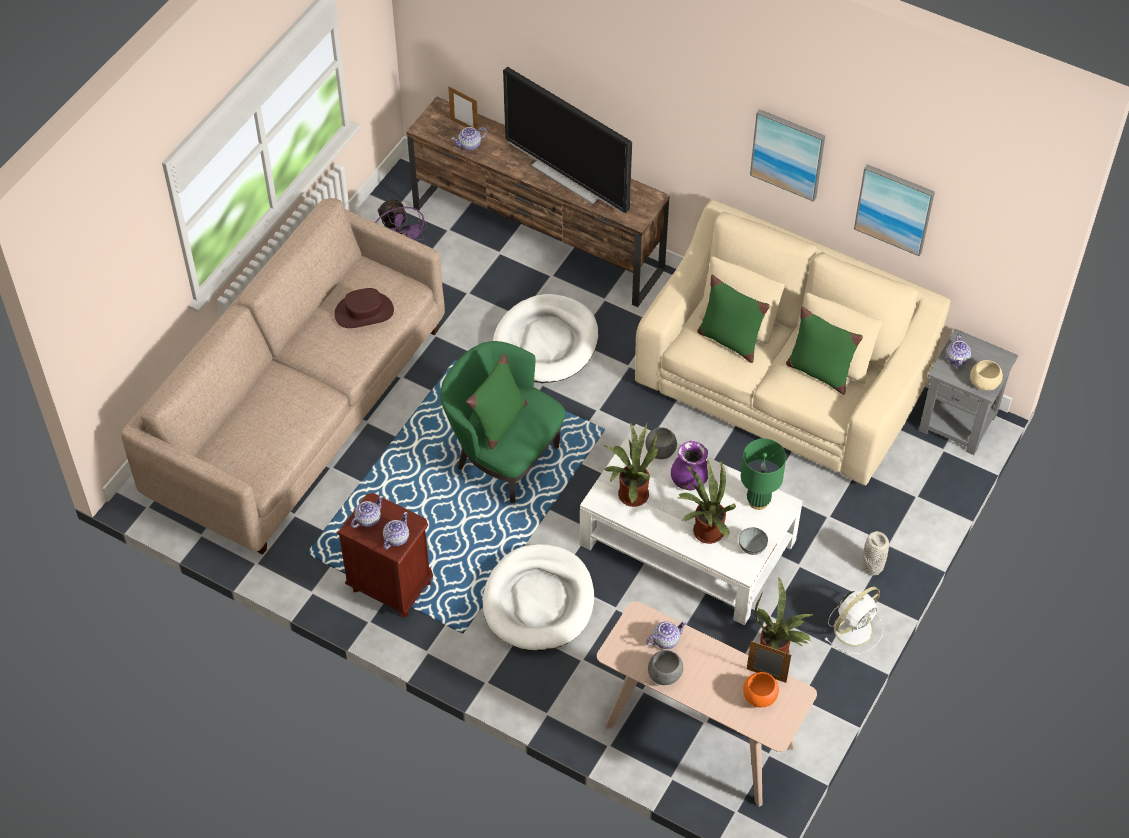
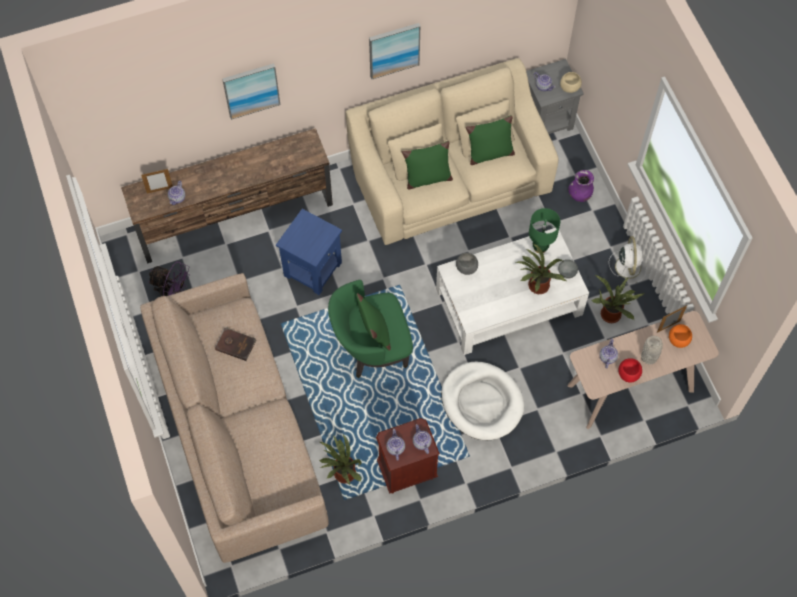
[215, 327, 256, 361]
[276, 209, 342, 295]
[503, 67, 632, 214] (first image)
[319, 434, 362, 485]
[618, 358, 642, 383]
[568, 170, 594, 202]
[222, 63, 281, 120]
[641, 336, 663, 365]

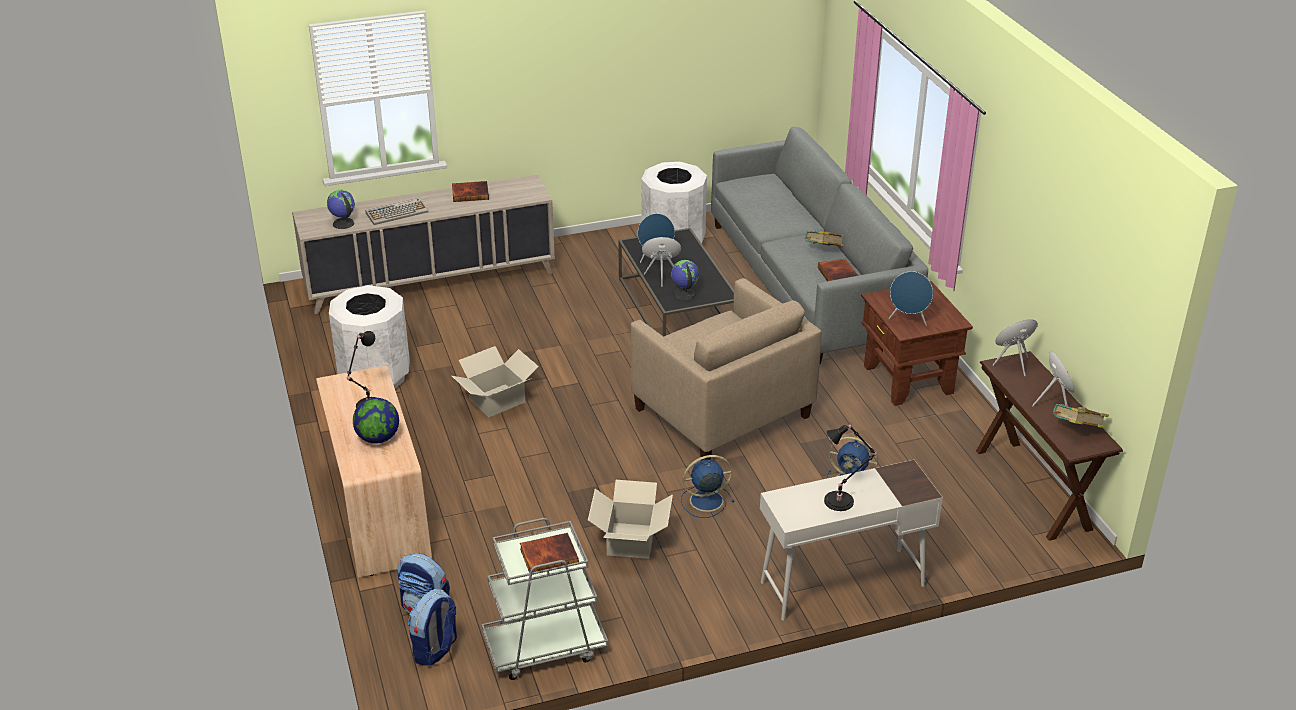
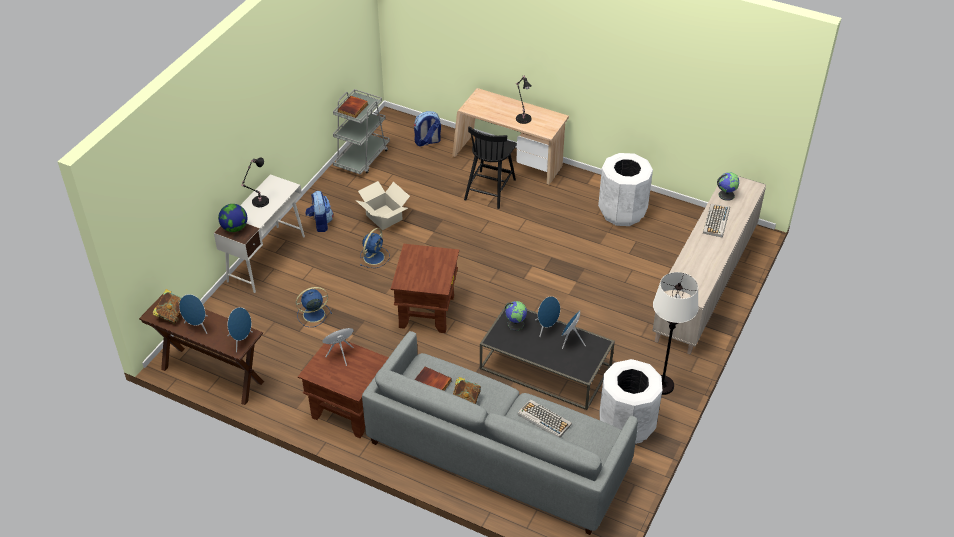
[218, 204, 247, 232]
[305, 191, 333, 232]
[452, 181, 489, 202] (first image)
[452, 346, 539, 417] (first image)
[391, 244, 459, 333]
[464, 126, 517, 209]
[518, 399, 572, 437]
[653, 272, 699, 395]

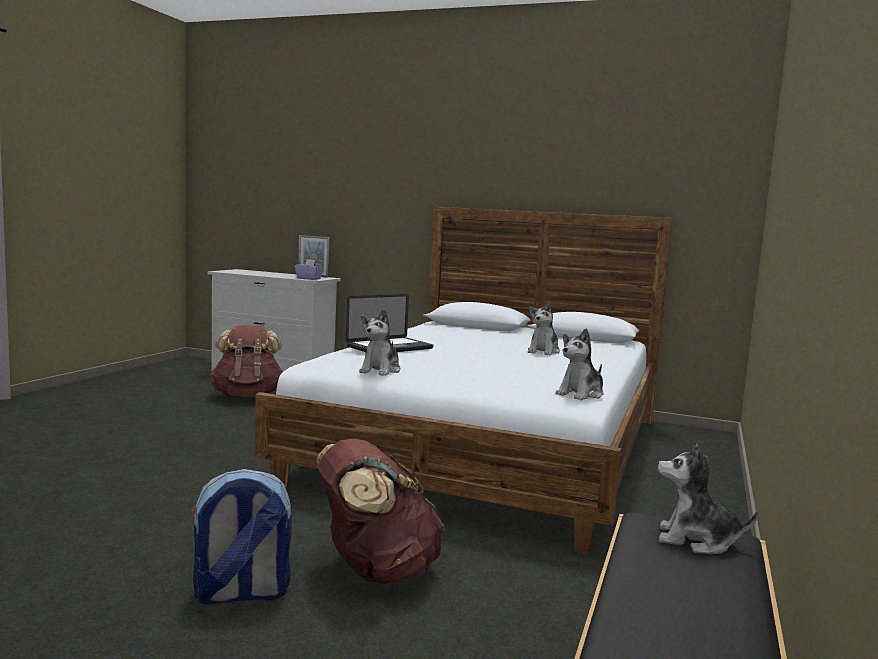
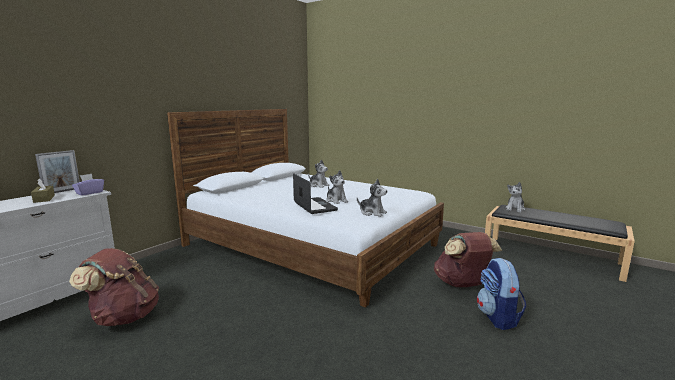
[326, 170, 348, 204]
[31, 179, 55, 203]

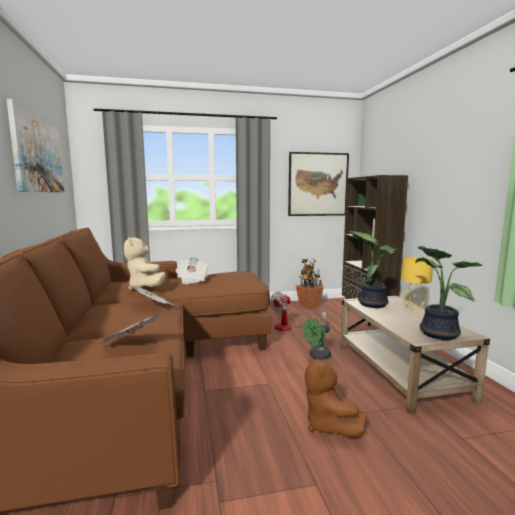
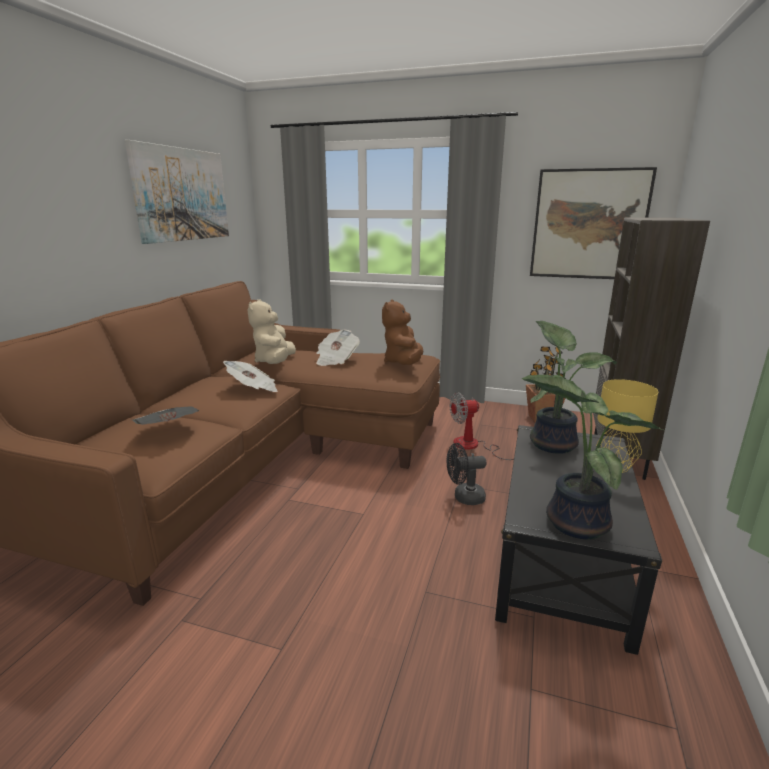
[447, 443, 486, 505]
[382, 300, 423, 365]
[495, 425, 662, 655]

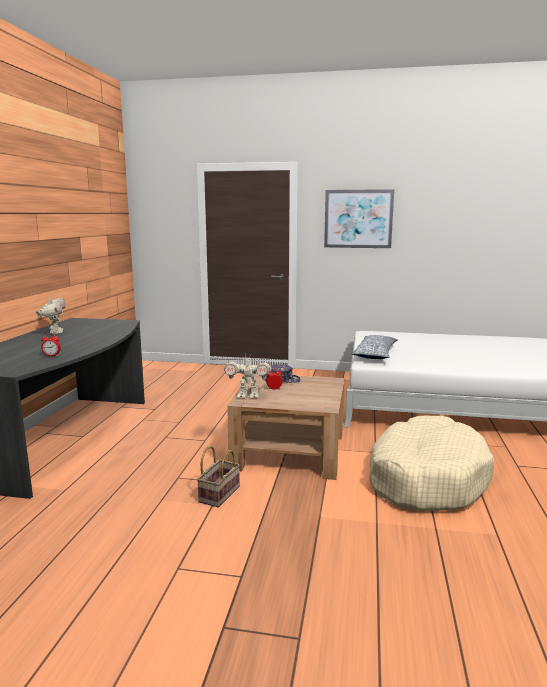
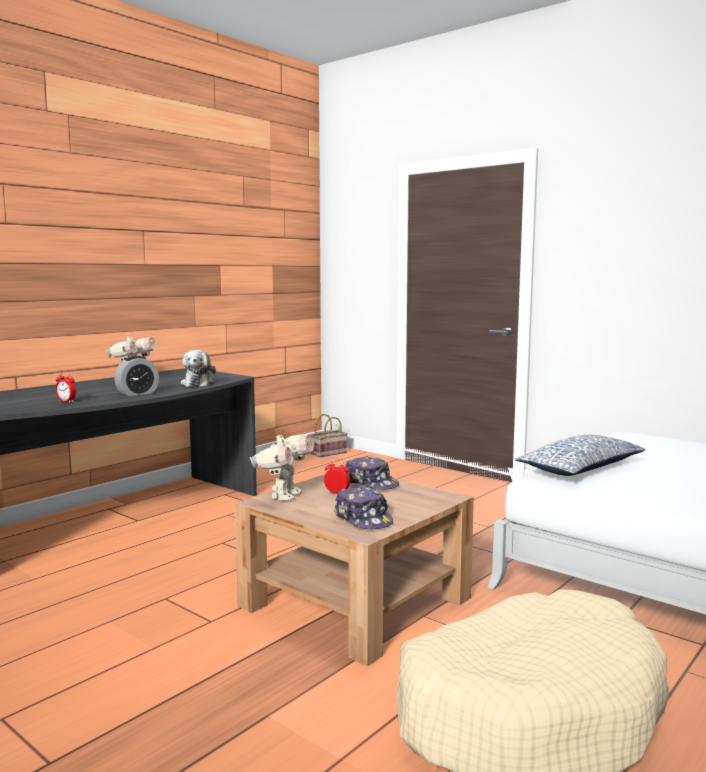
[310, 414, 348, 457]
[249, 428, 314, 500]
[324, 189, 394, 248] (first image)
[114, 356, 159, 396]
[181, 350, 216, 387]
[334, 486, 393, 529]

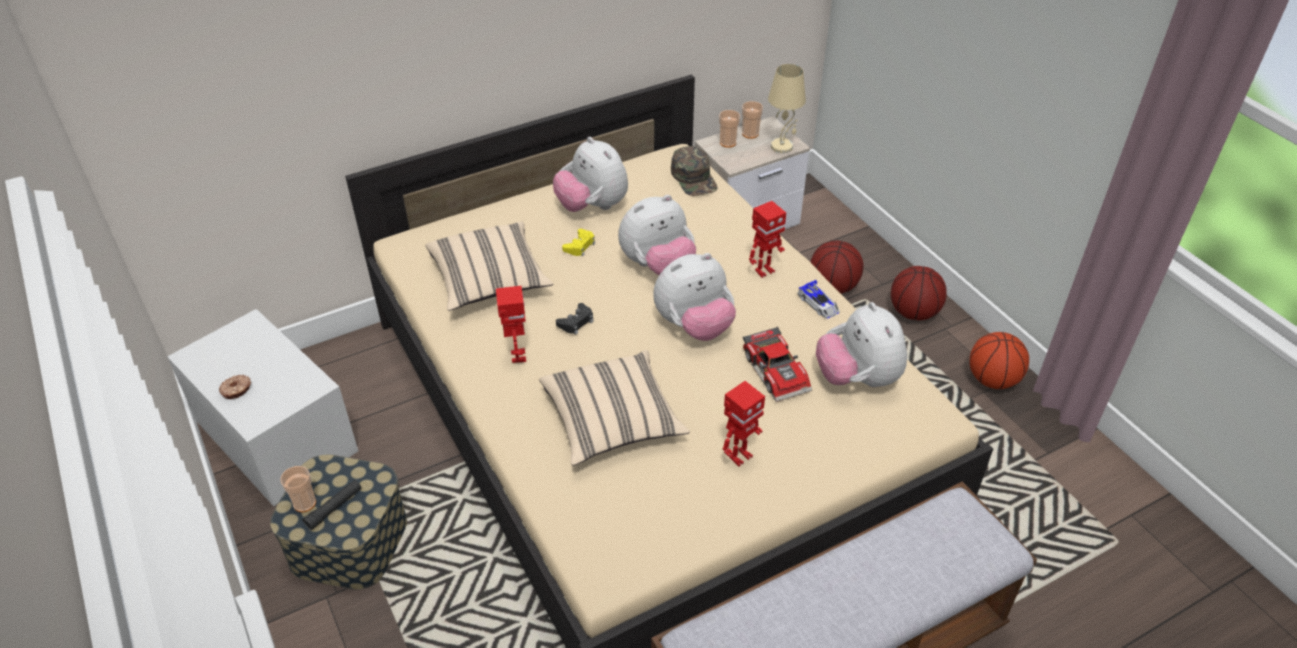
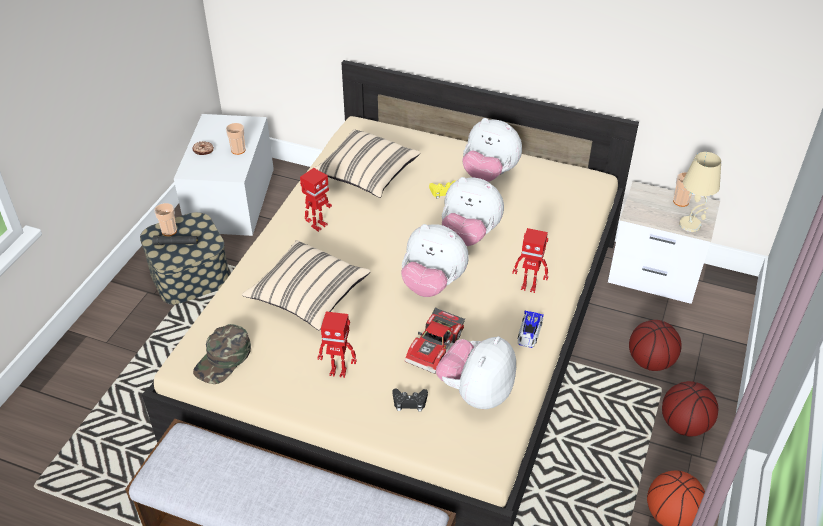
[462, 118, 522, 182]
[392, 388, 428, 412]
[193, 324, 251, 384]
[226, 123, 246, 155]

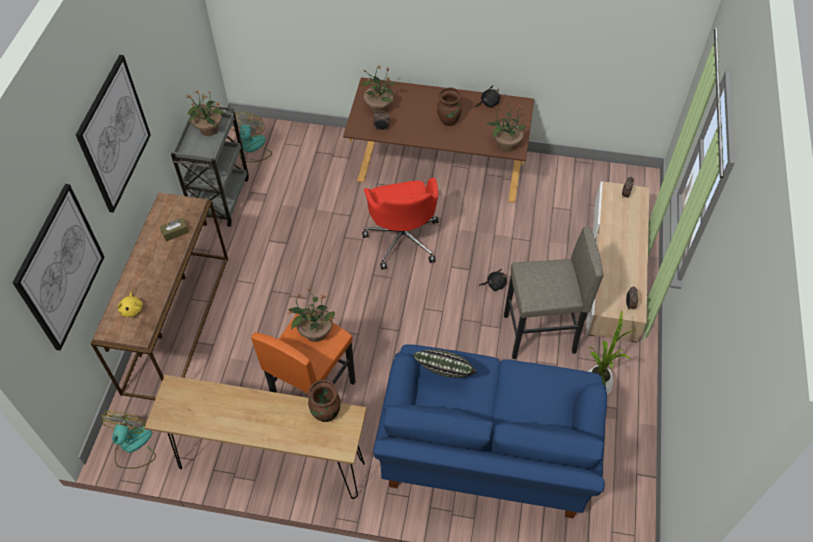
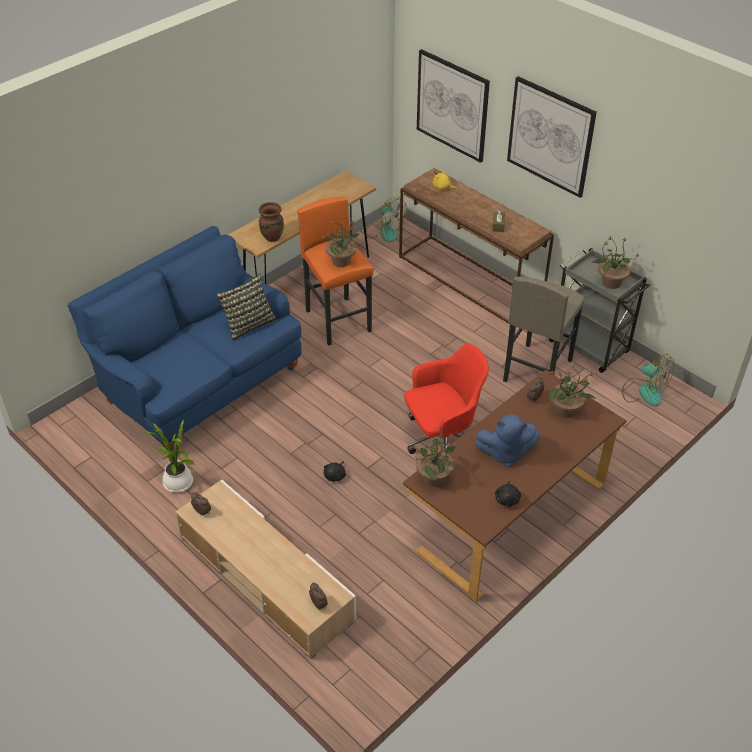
[404, 343, 489, 454]
[475, 415, 541, 467]
[503, 277, 585, 382]

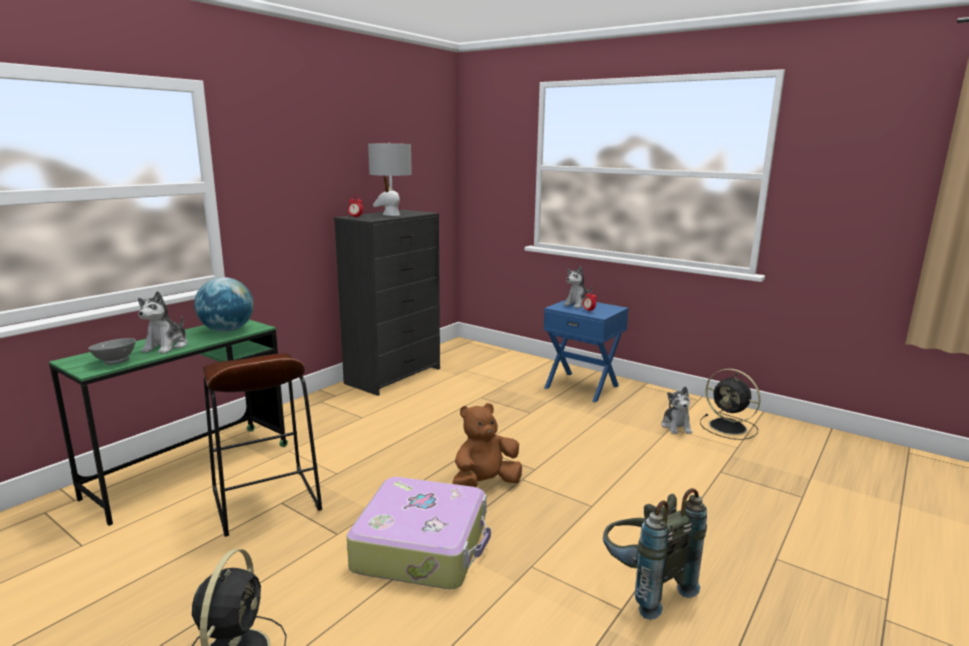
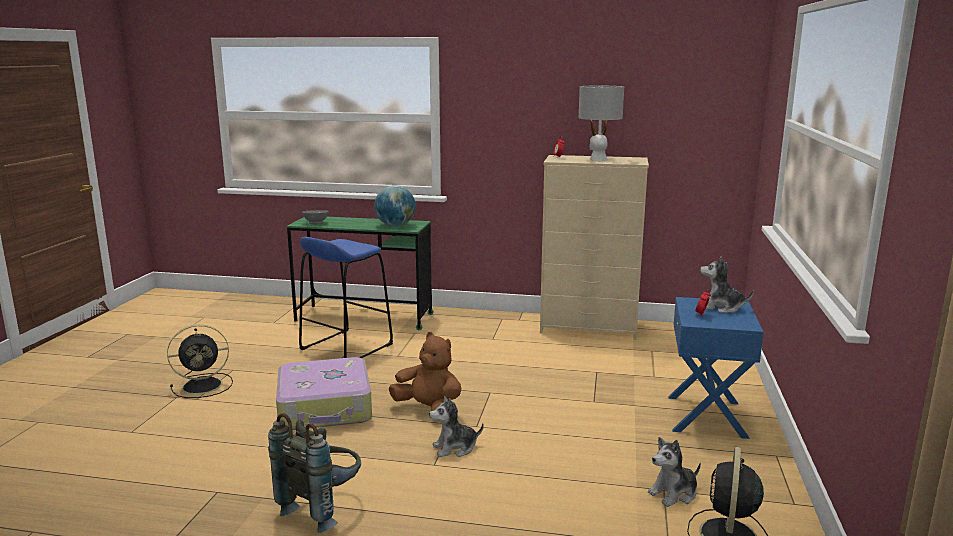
[429, 396, 484, 457]
[299, 237, 393, 358]
[540, 155, 649, 340]

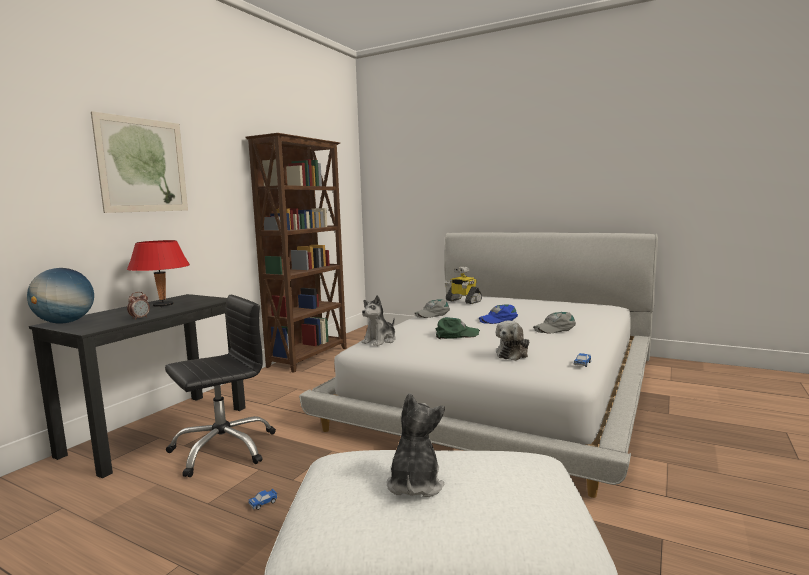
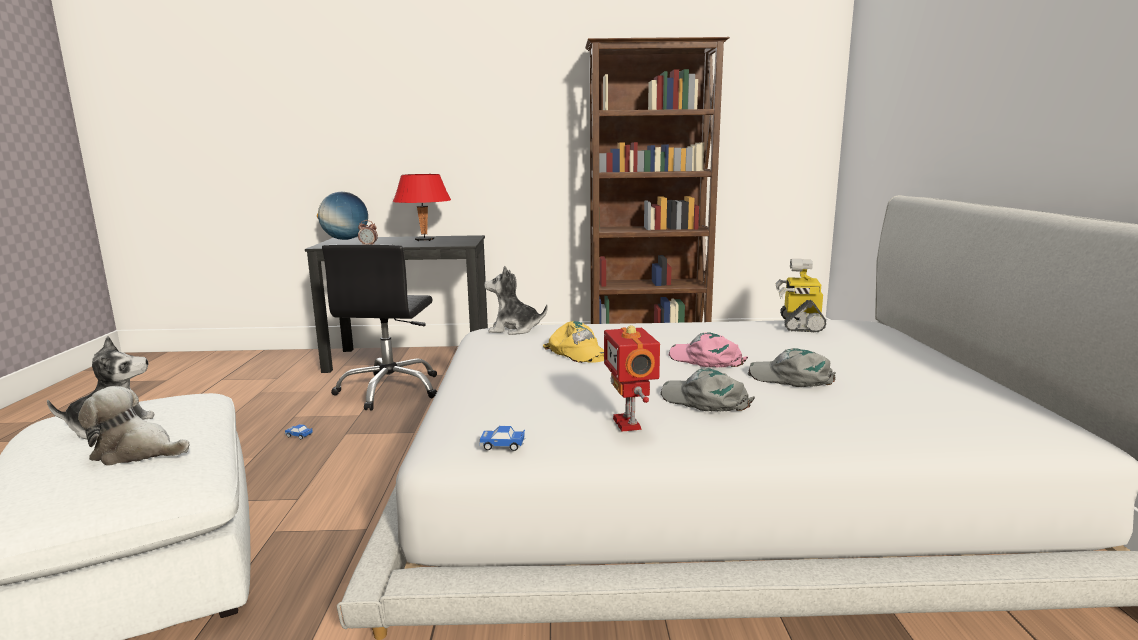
[91, 111, 188, 213] (first image)
[322, 244, 437, 410]
[748, 348, 836, 387]
[543, 321, 604, 363]
[669, 332, 748, 367]
[78, 386, 189, 466]
[604, 325, 660, 432]

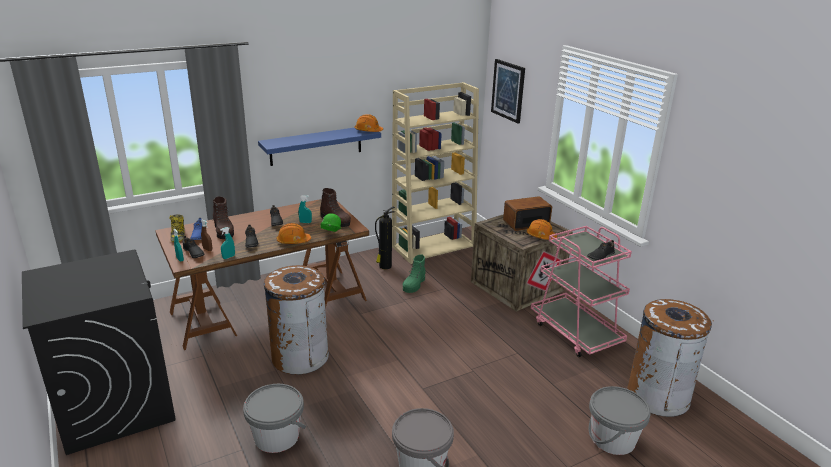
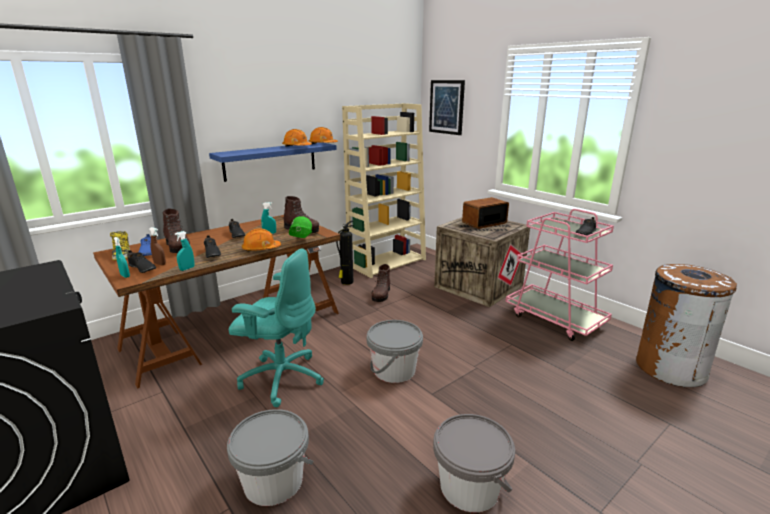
[229, 248, 324, 407]
[371, 264, 390, 302]
[282, 129, 312, 147]
[366, 320, 423, 383]

